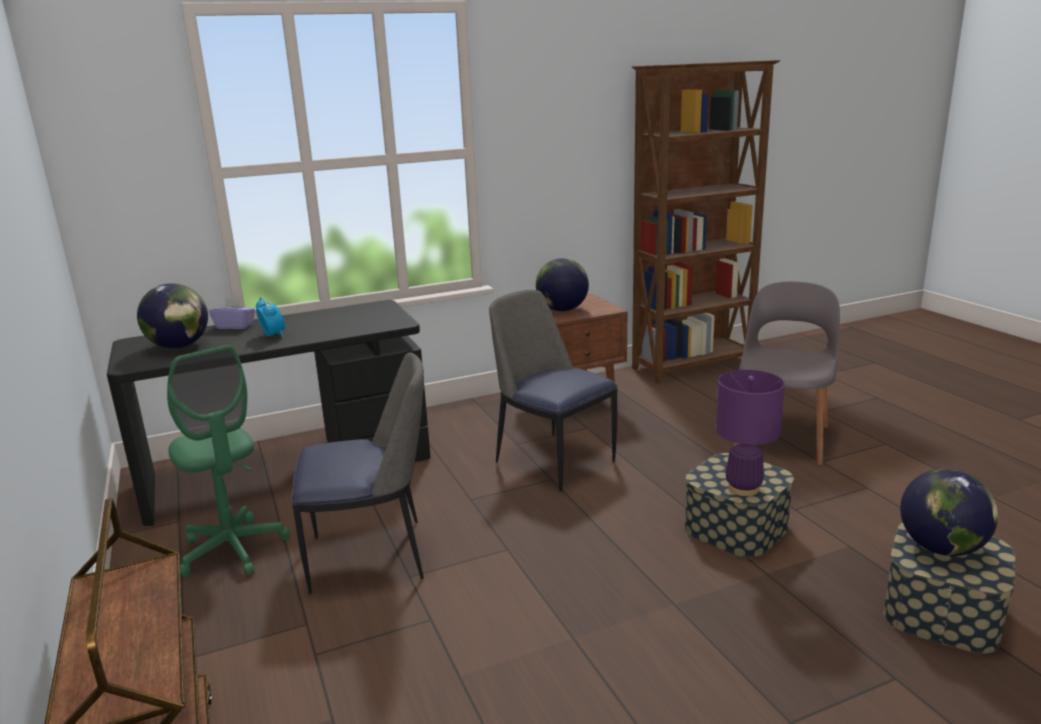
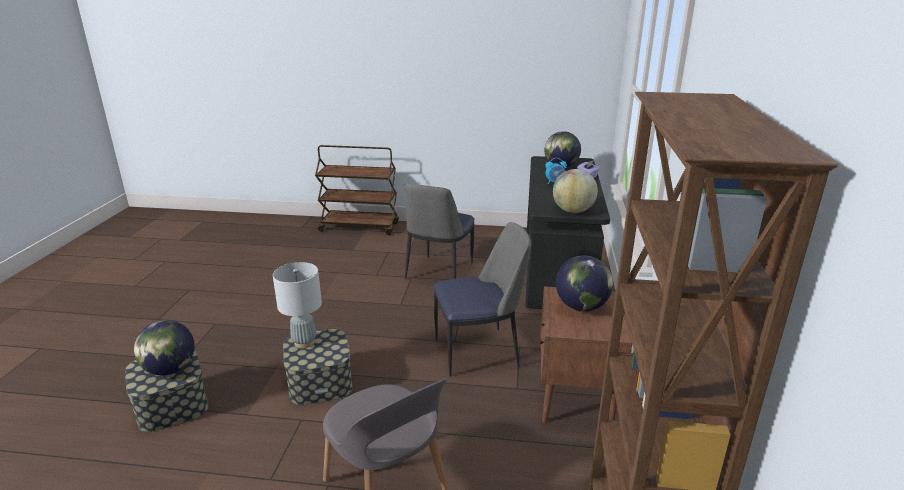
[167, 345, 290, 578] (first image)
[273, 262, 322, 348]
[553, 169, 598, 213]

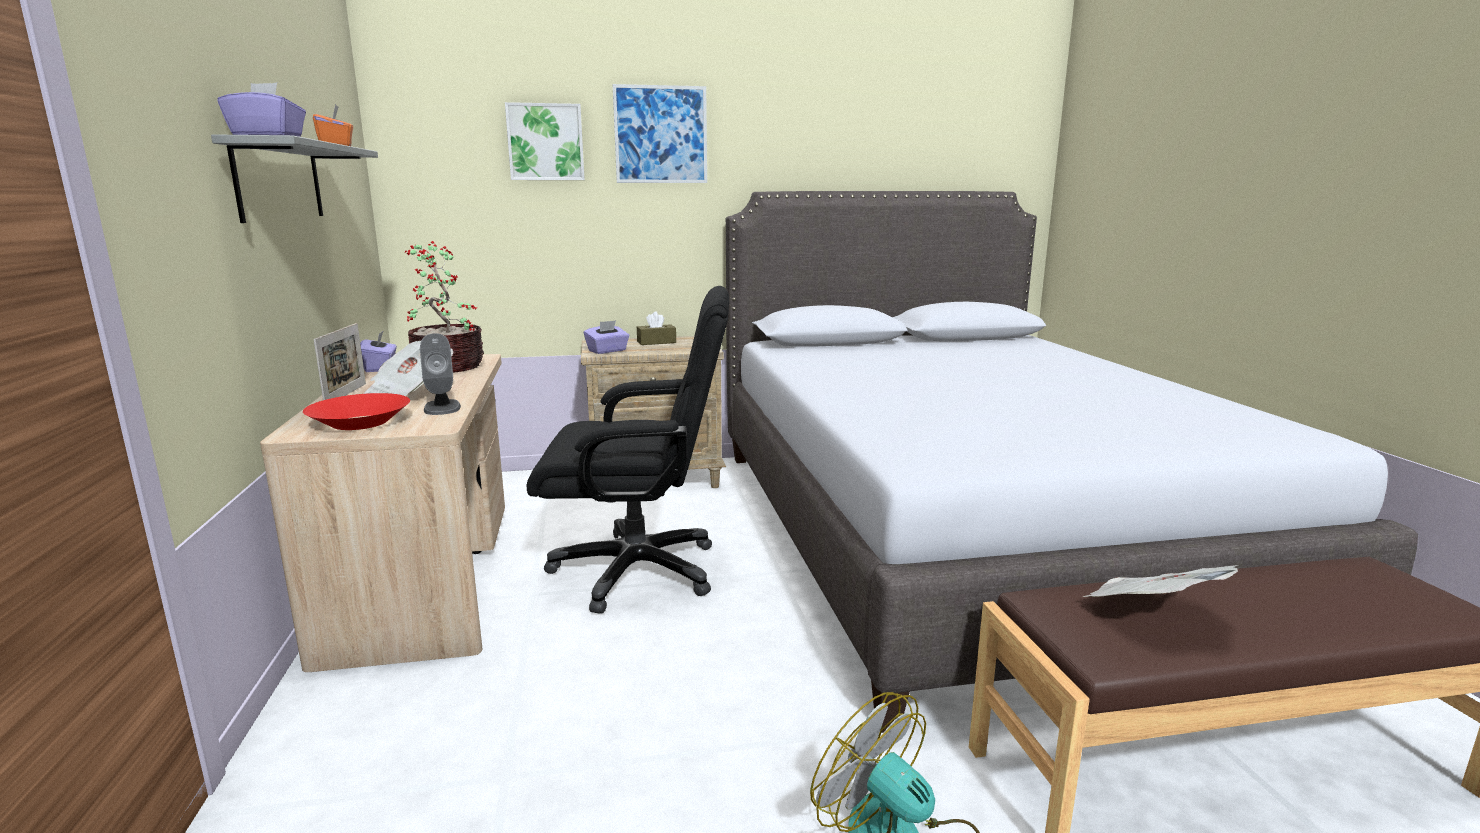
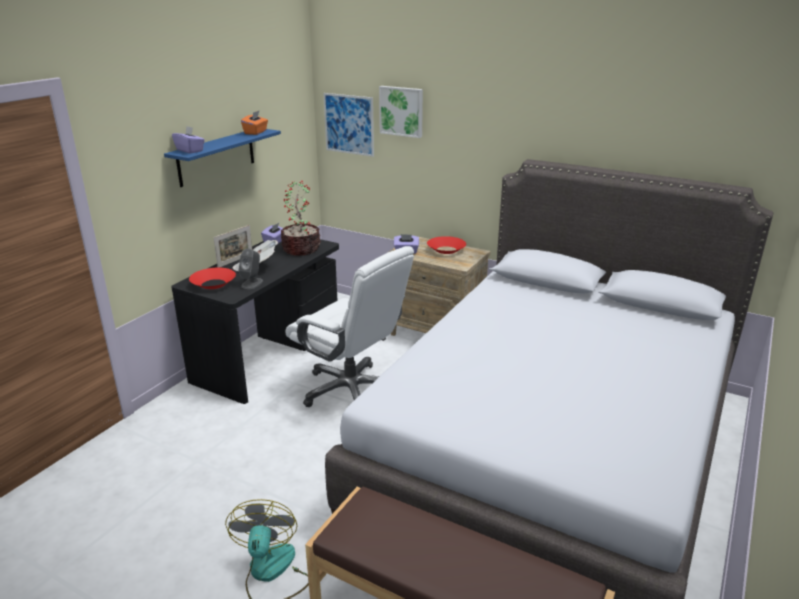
[164, 129, 281, 187]
[171, 239, 339, 404]
[285, 246, 414, 407]
[323, 93, 374, 157]
[427, 236, 466, 254]
[1083, 565, 1239, 597] (first image)

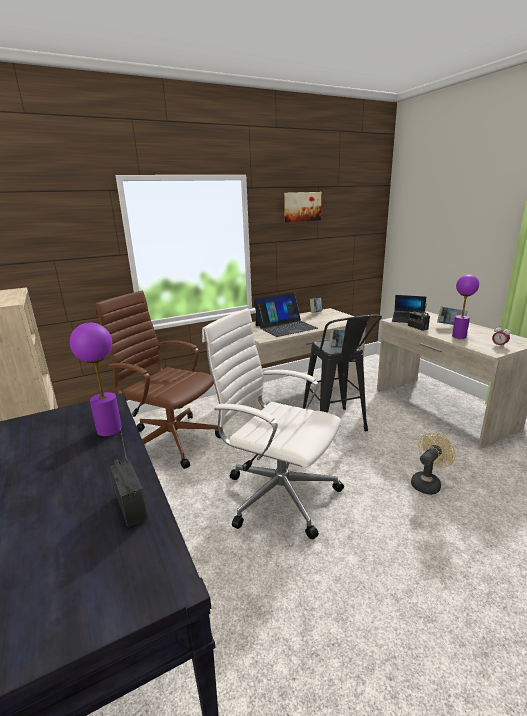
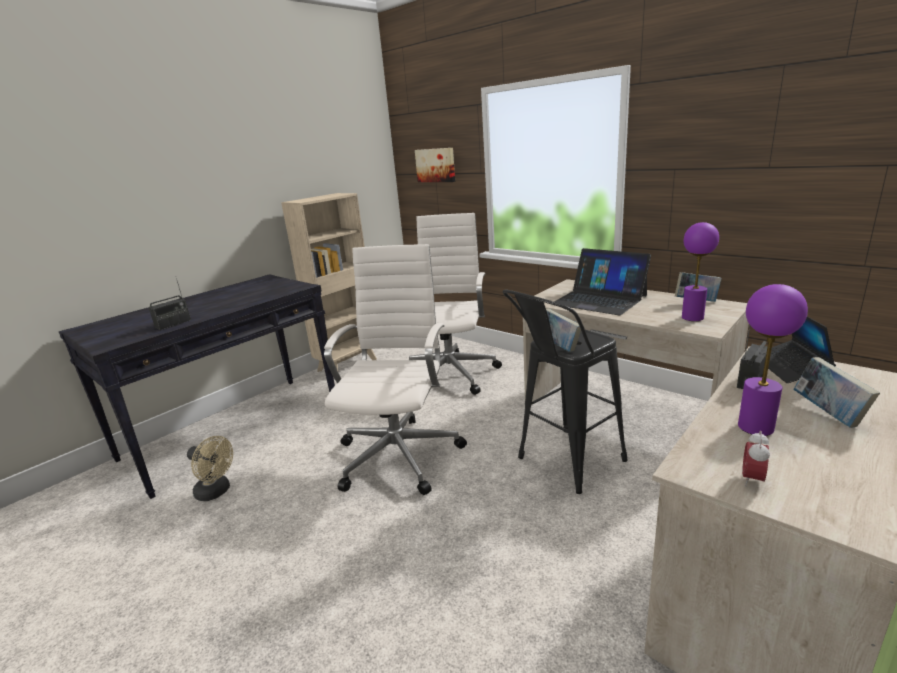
[682, 222, 719, 321]
[409, 213, 502, 395]
[415, 148, 455, 182]
[187, 436, 233, 501]

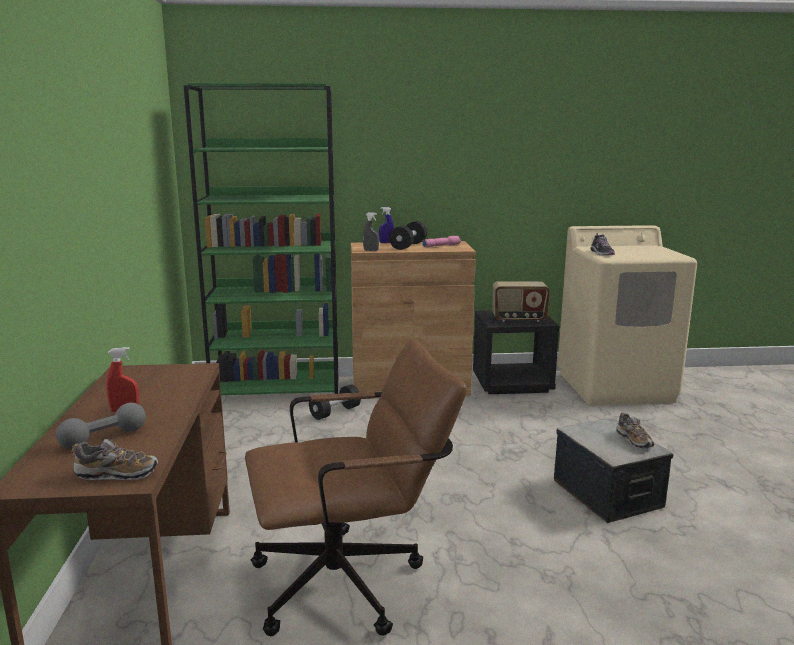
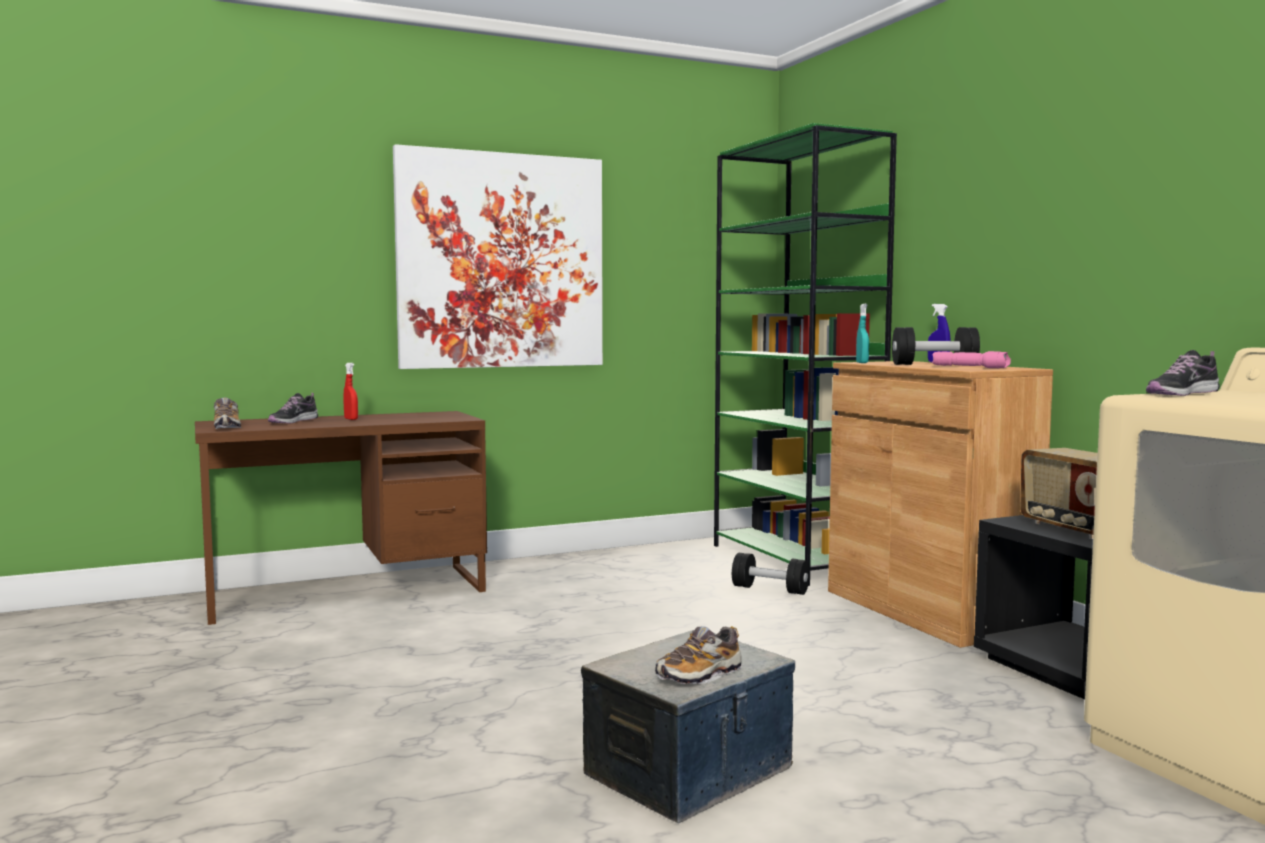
[268, 393, 318, 423]
[245, 339, 467, 636] (first image)
[856, 304, 869, 363]
[393, 144, 603, 369]

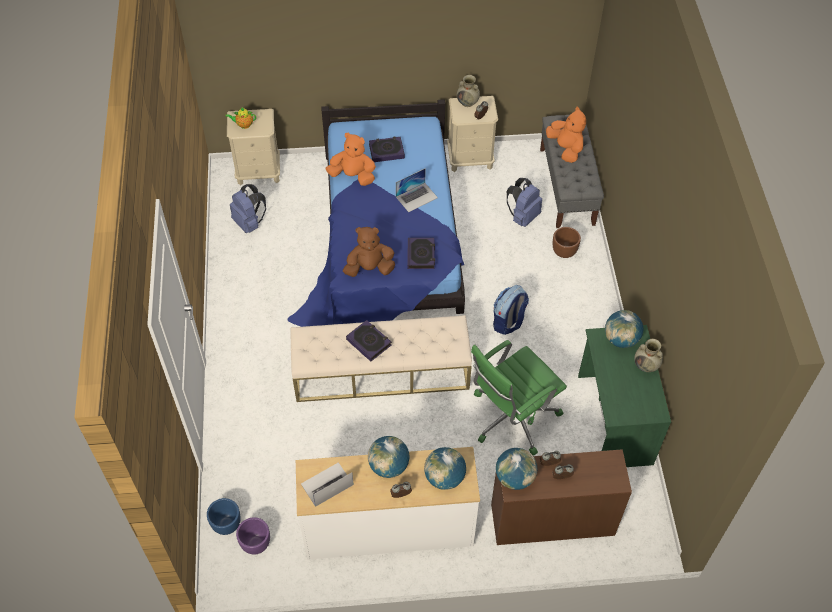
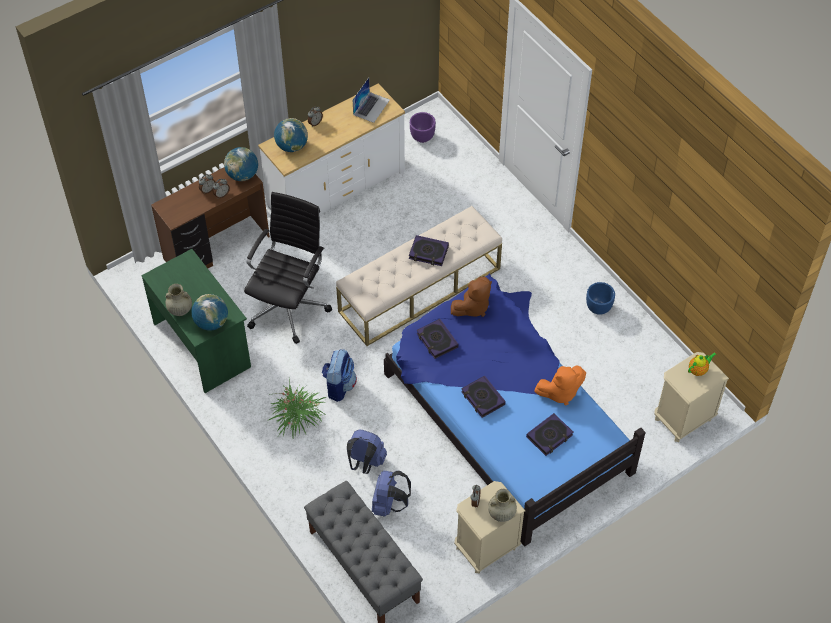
[586, 282, 615, 315]
[347, 429, 387, 474]
[368, 436, 409, 478] (first image)
[461, 376, 506, 418]
[244, 192, 332, 344]
[546, 107, 586, 163] (first image)
[553, 227, 581, 258] (first image)
[267, 382, 326, 437]

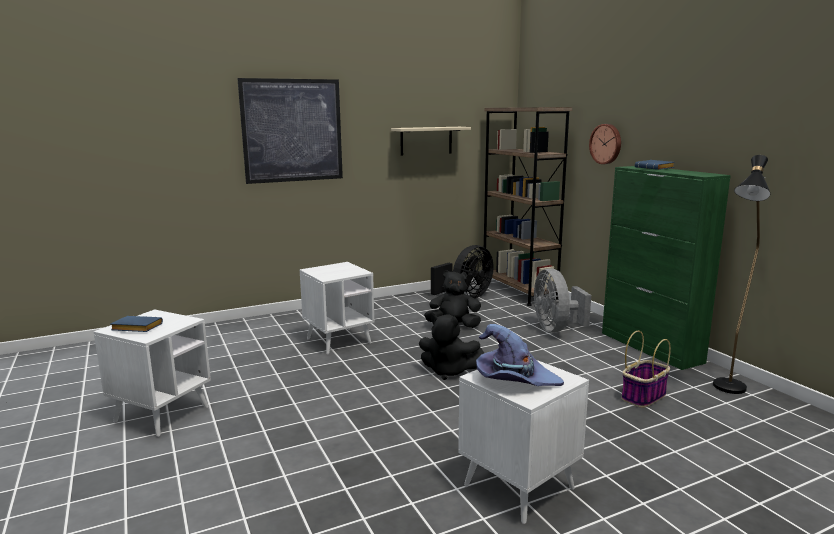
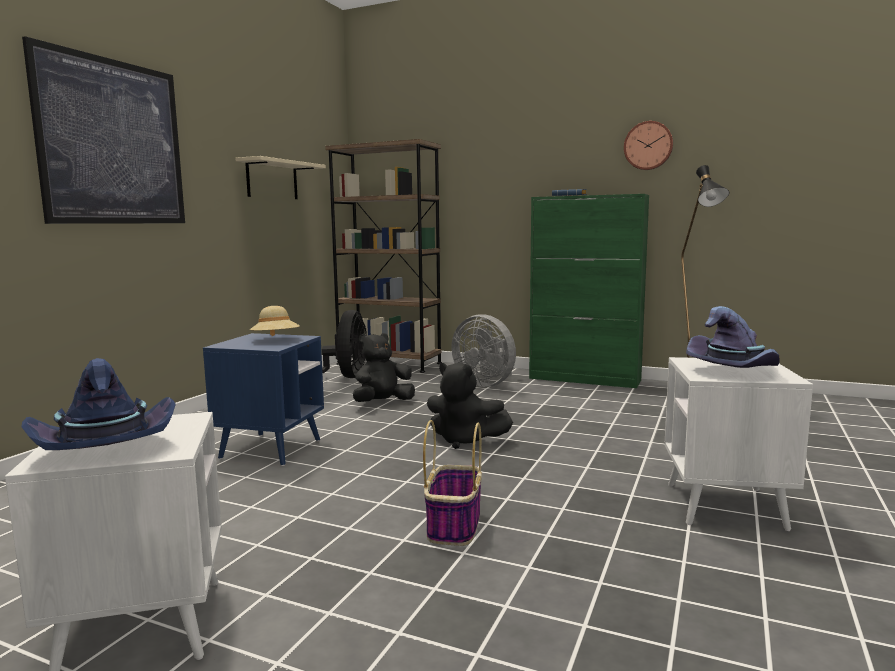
[21, 358, 176, 450]
[203, 333, 324, 466]
[427, 363, 513, 449]
[624, 121, 673, 170]
[423, 420, 482, 546]
[250, 306, 300, 336]

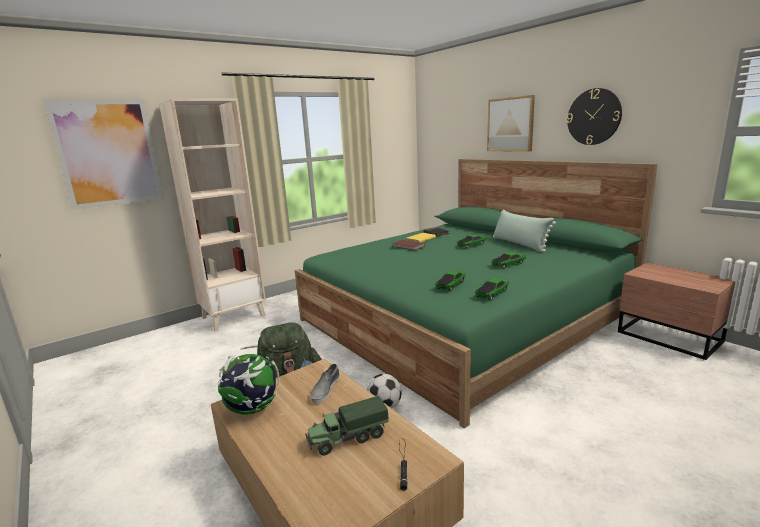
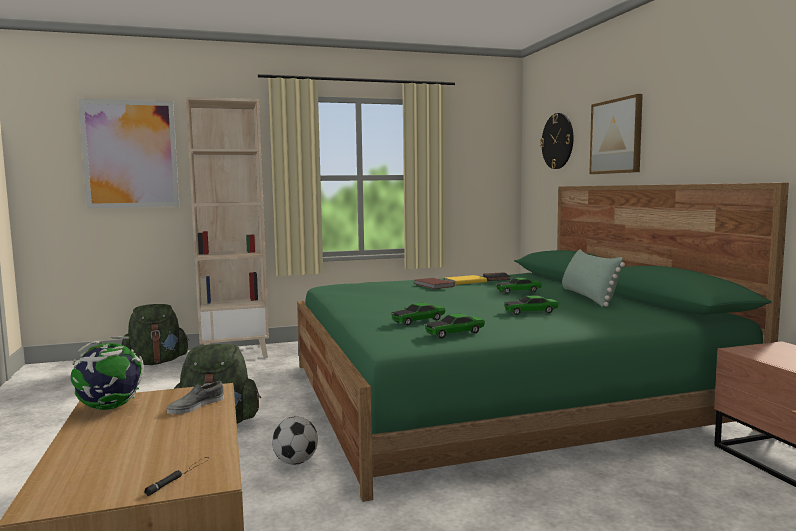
[305, 396, 389, 455] (first image)
[540, 113, 573, 169]
[121, 304, 189, 365]

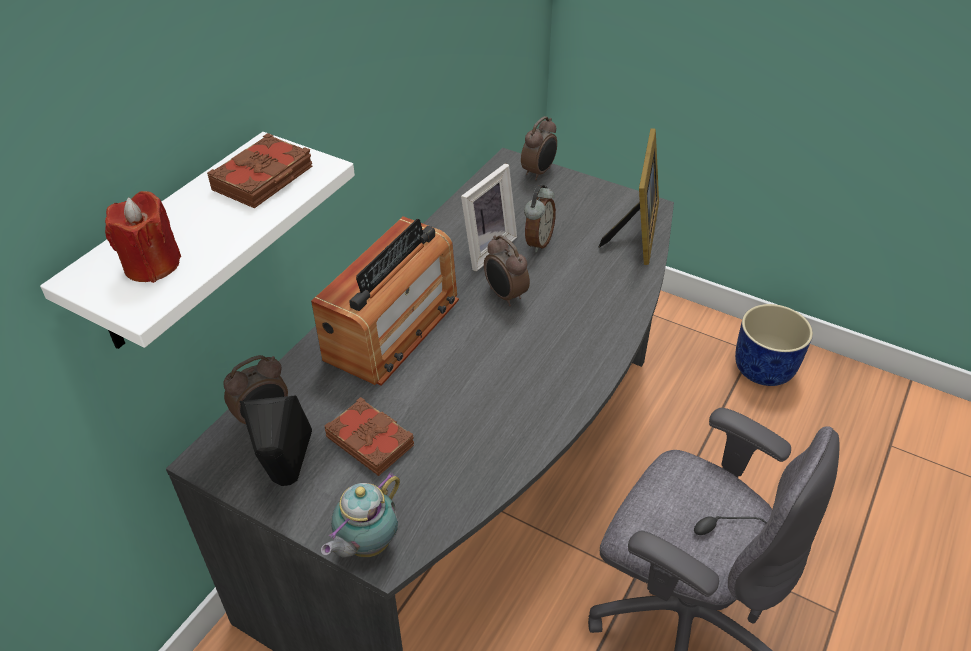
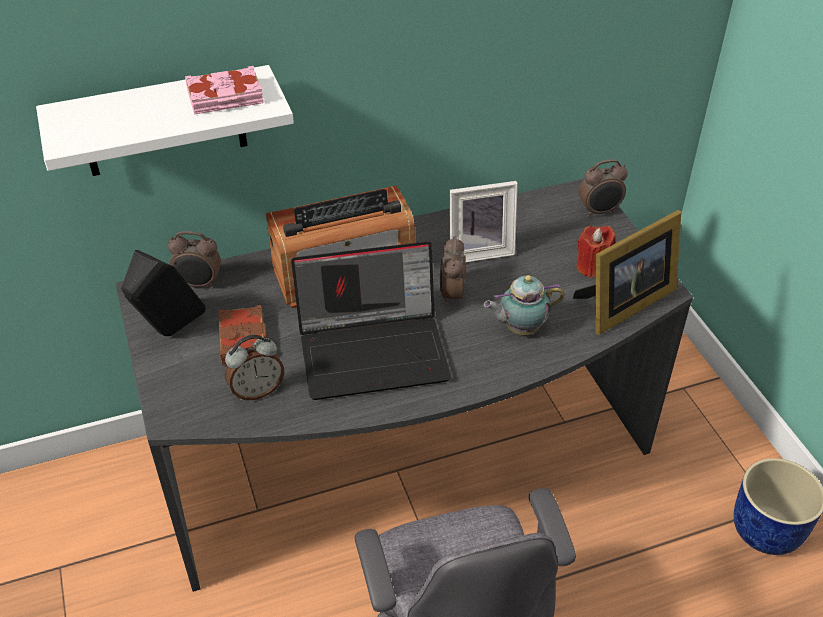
[576, 226, 615, 278]
[185, 66, 264, 115]
[484, 275, 564, 335]
[225, 335, 284, 401]
[291, 241, 451, 400]

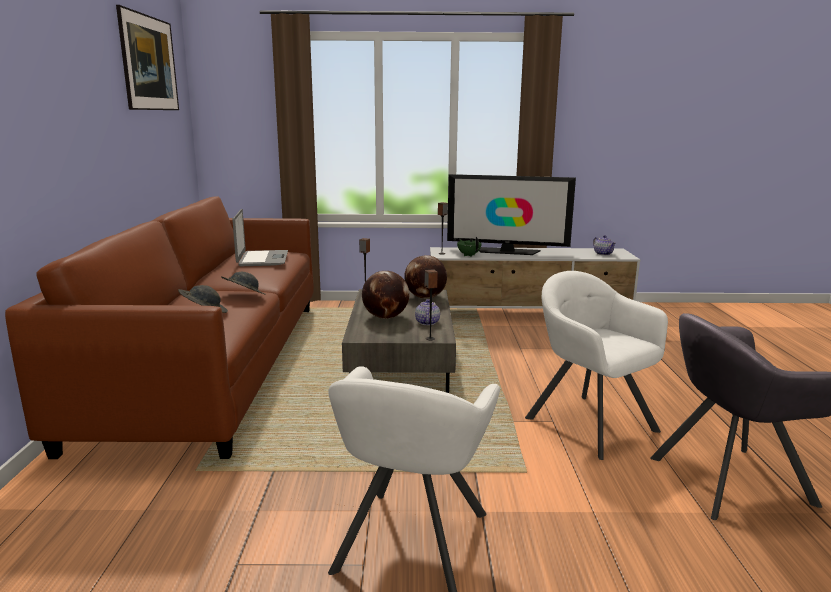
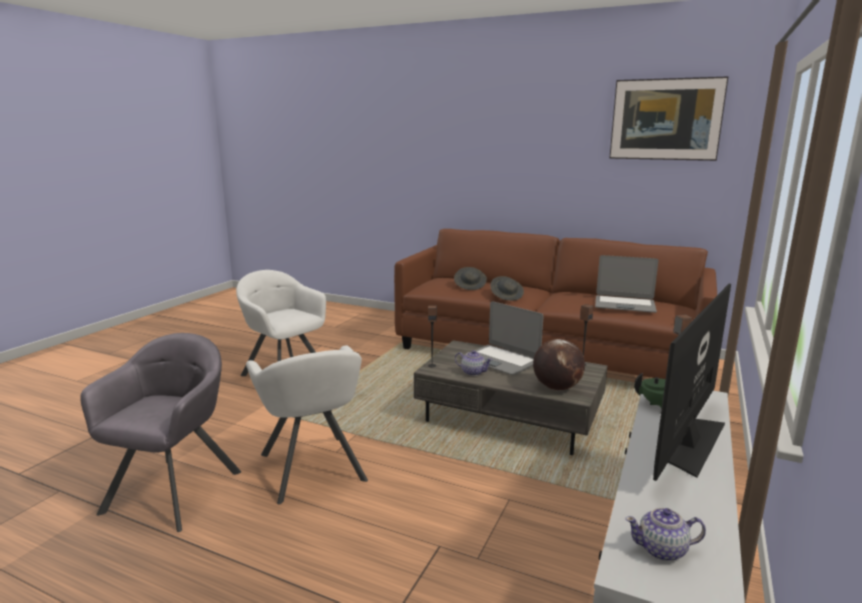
[461, 301, 543, 375]
[246, 345, 368, 505]

